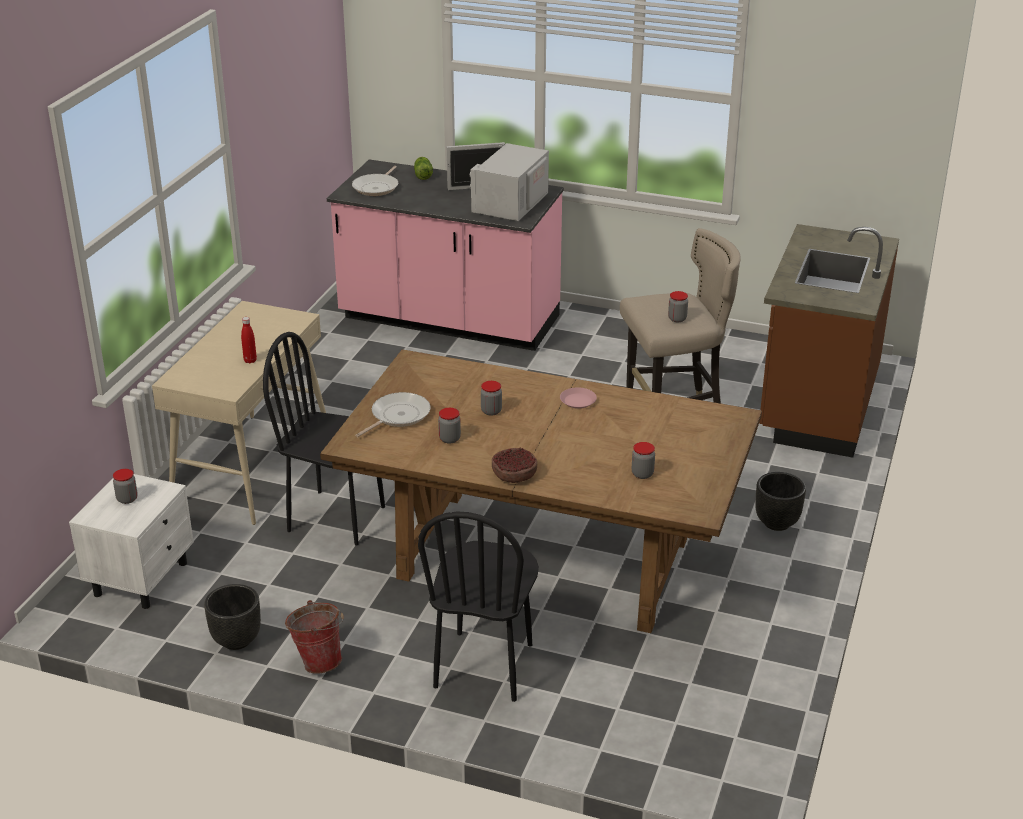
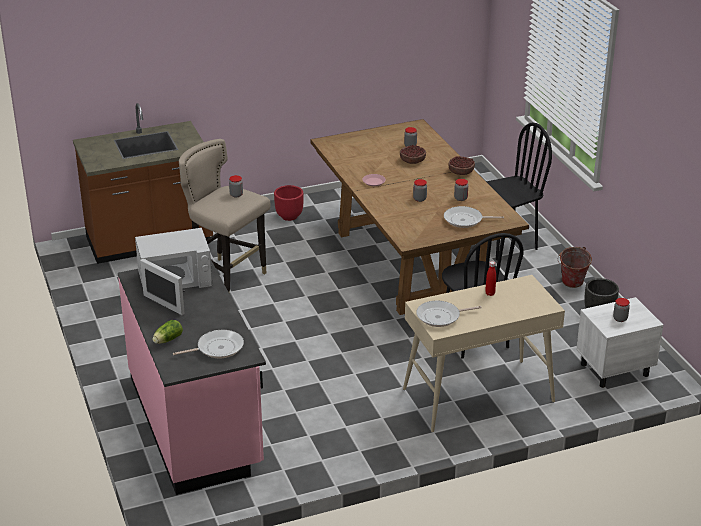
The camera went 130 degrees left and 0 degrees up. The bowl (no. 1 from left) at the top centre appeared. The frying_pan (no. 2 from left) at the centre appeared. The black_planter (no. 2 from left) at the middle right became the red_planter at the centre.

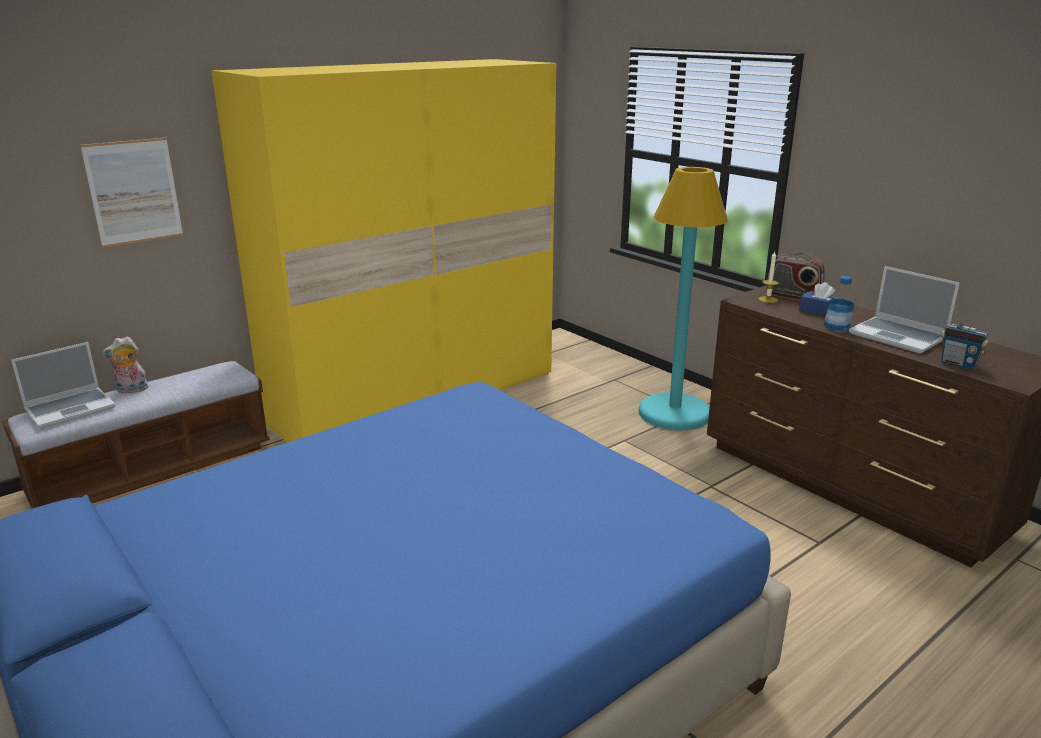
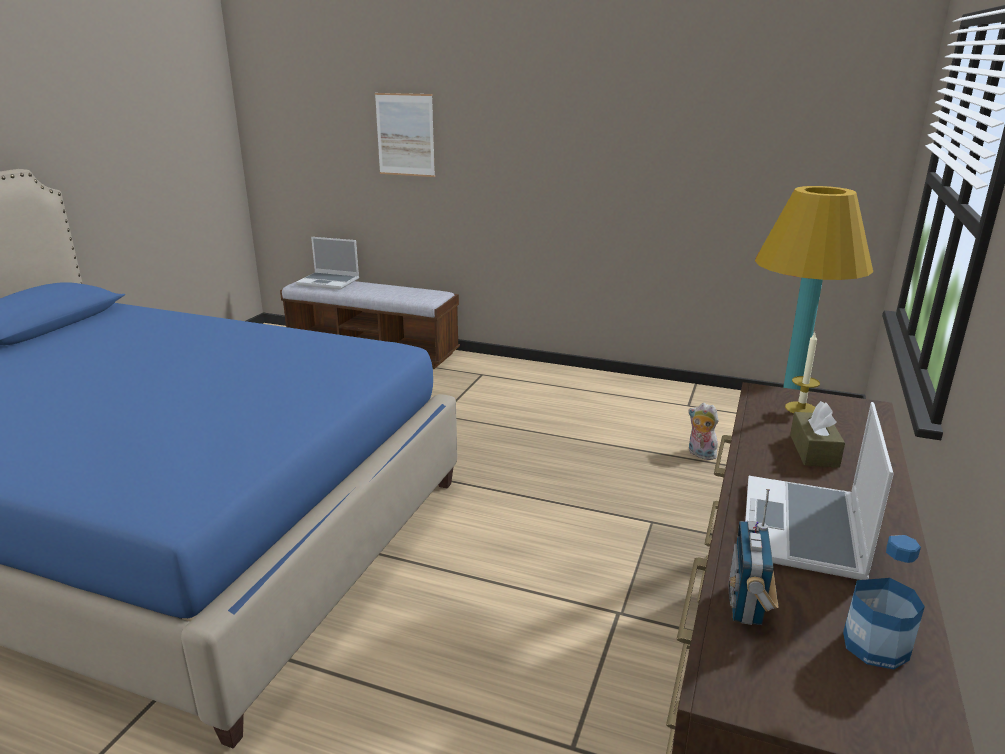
The camera went 60 degrees right and 0 degrees up. The yellow_wardrobe at the centre disappeared. The radio (no. 1 from left) at the middle right disappeared. The plush_toy moved from the middle left to the middle right. The bottle moved from the middle right to the bottom right. The blue_tissue_box at the middle right became the brown_tissue_box at the middle right.

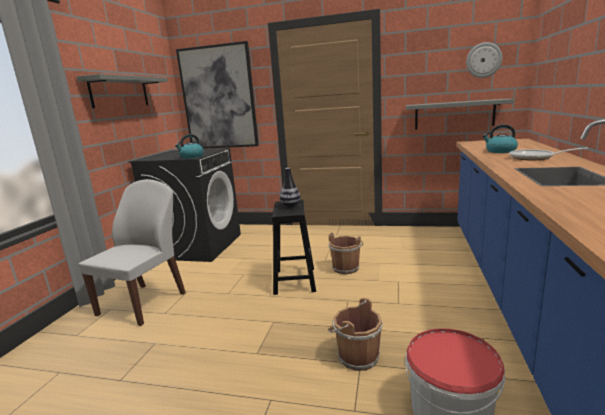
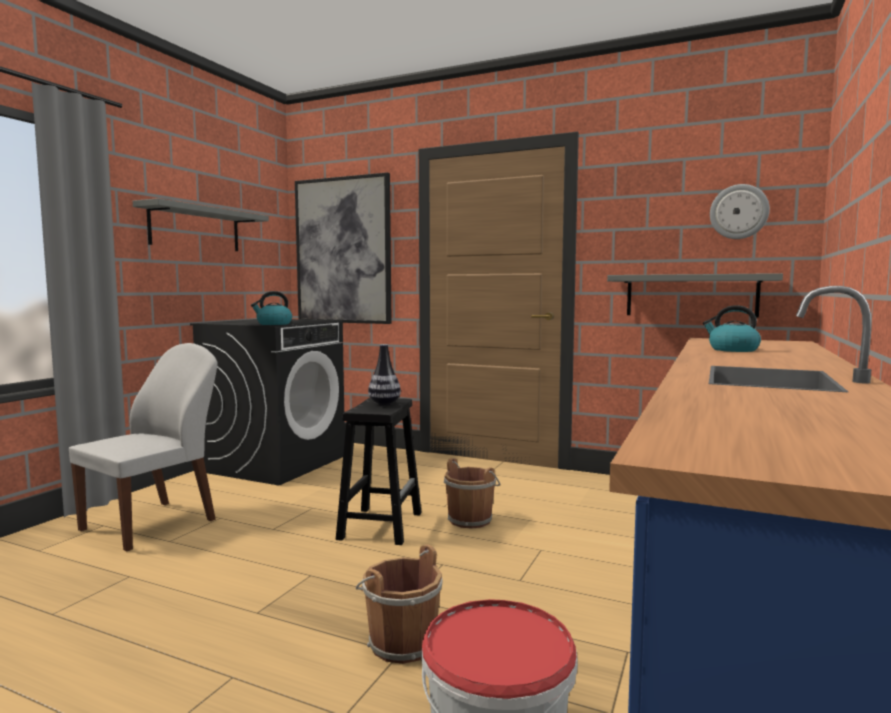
The camera went 10 degrees right and 10 degrees down. The frying_pan at the middle right disappeared.

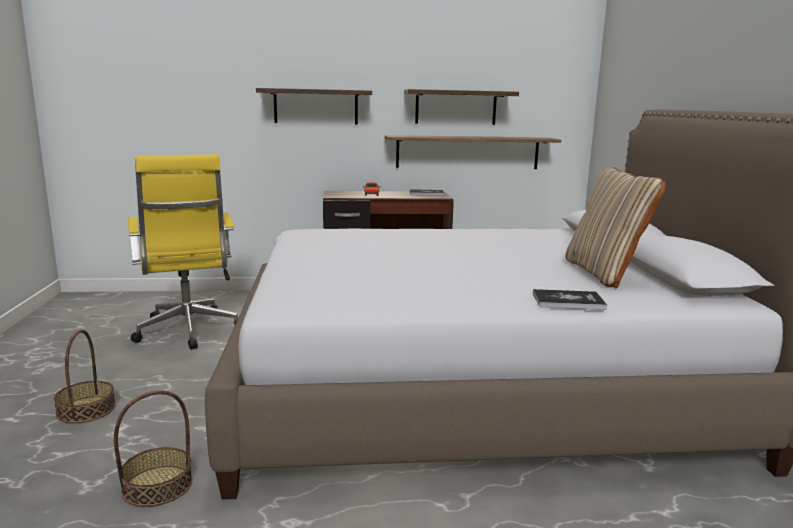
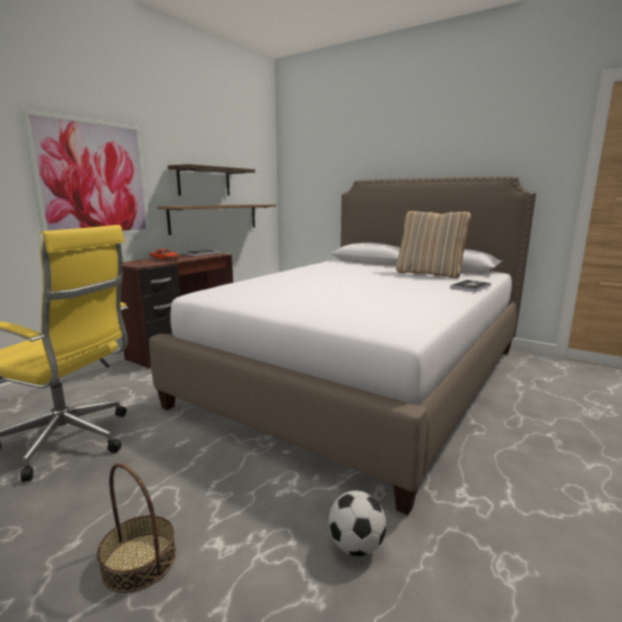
The camera went 50 degrees left and 0 degrees up. The basket (no. 2 from left) at the bottom left was replaced by the football at the bottom centre. The shelf (no. 1 from left) at the top centre was replaced by the picture at the top left.

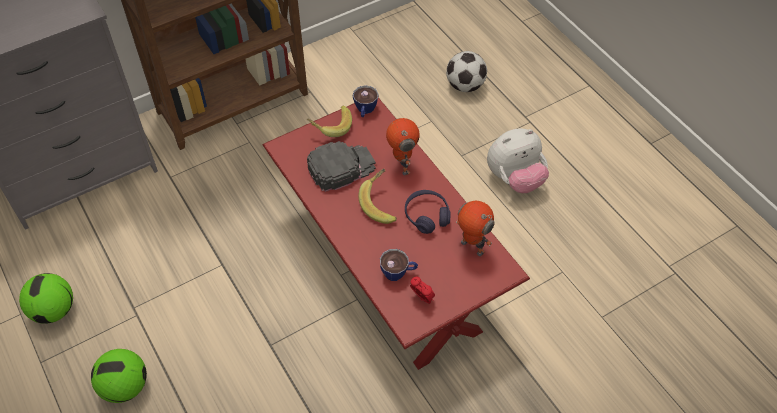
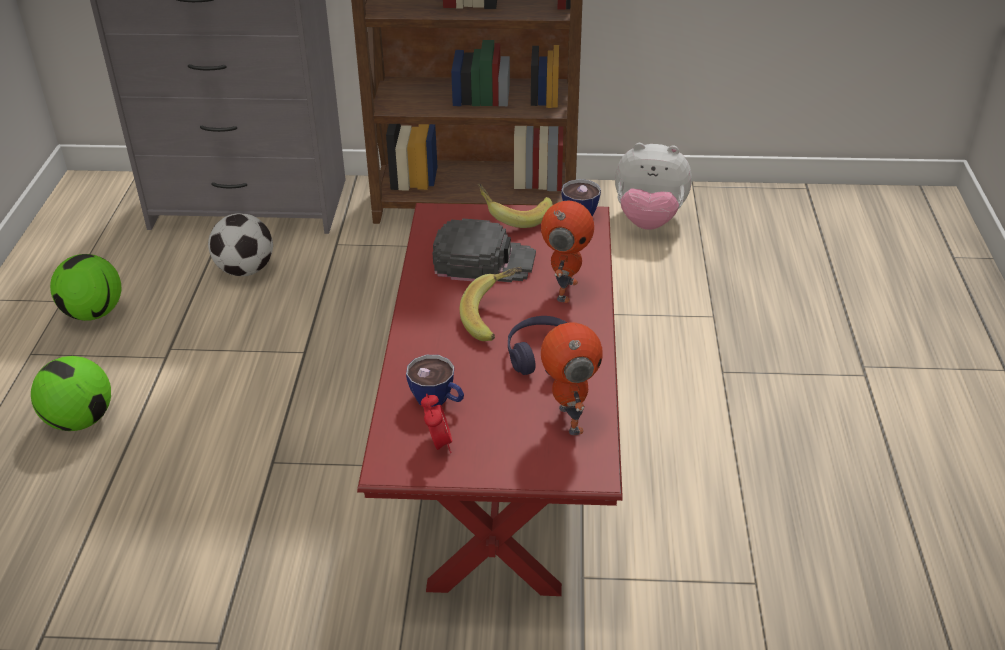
The camera went 35 degrees right and 15 degrees down. The football (no. 3 from left) moved from the top centre to the middle left. The plush_toy moved from the middle right to the top centre.

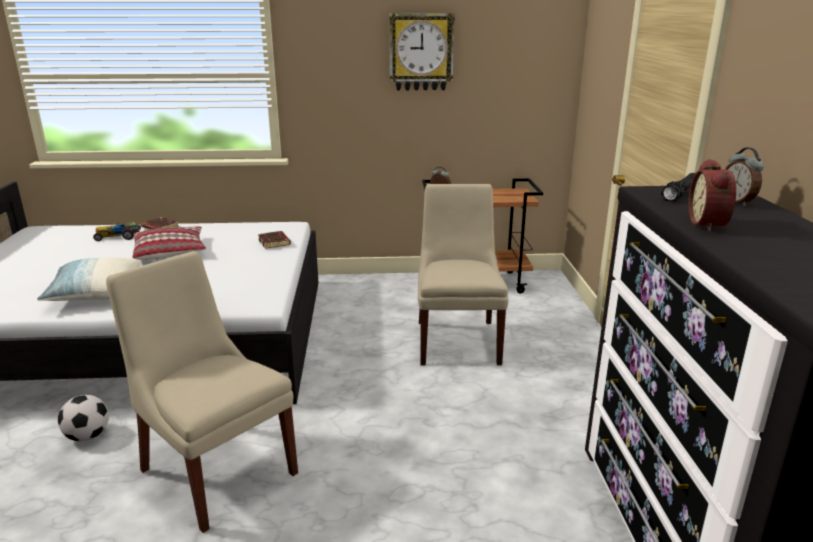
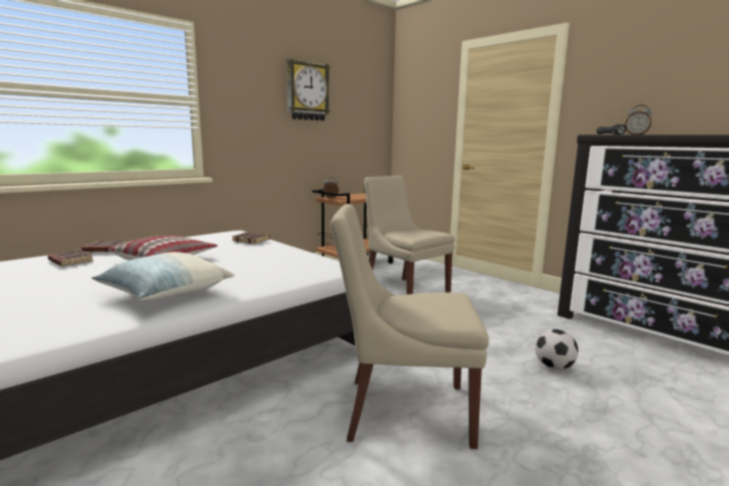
The camera went 40 degrees left and 10 degrees down. The alarm_clock (no. 2 from left) at the middle right disappeared. The football moved from the bottom left to the bottom right. The toy_car at the middle left was replaced by the brown_book (no. 1 from left) at the middle left.

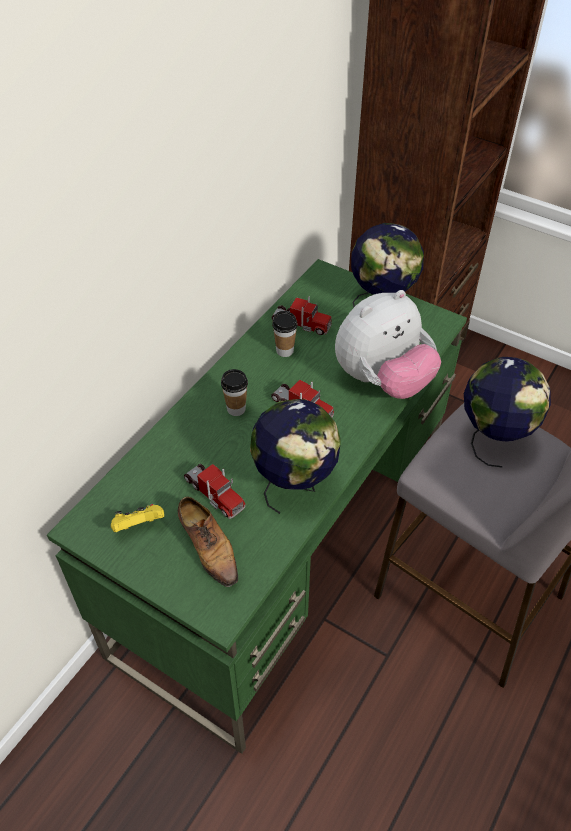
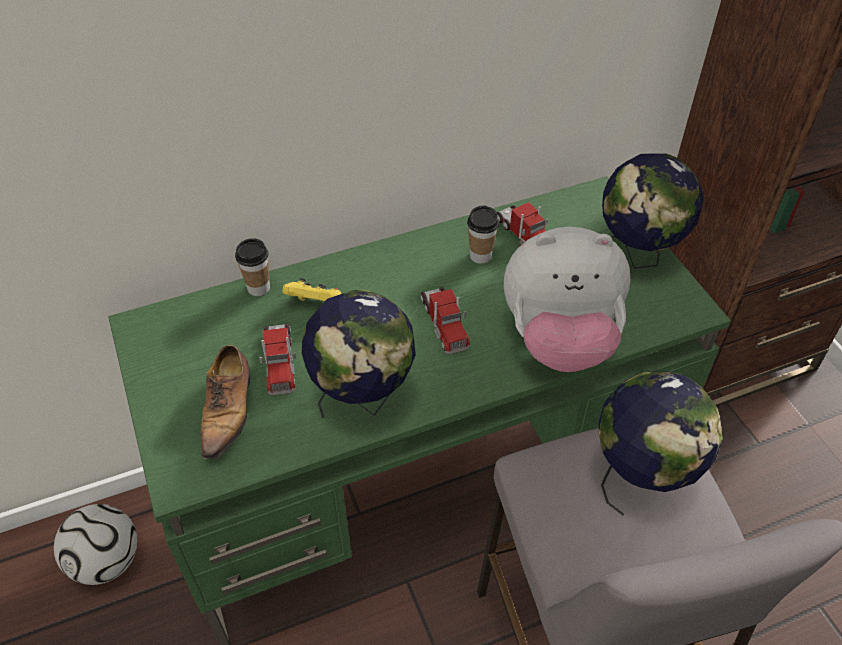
The camera went 35 degrees right and 0 degrees up. The football at the bottom left appeared. The yellow_game_controller moved from the middle left to the centre. The cup (no. 1 from left) moved from the centre to the middle left.

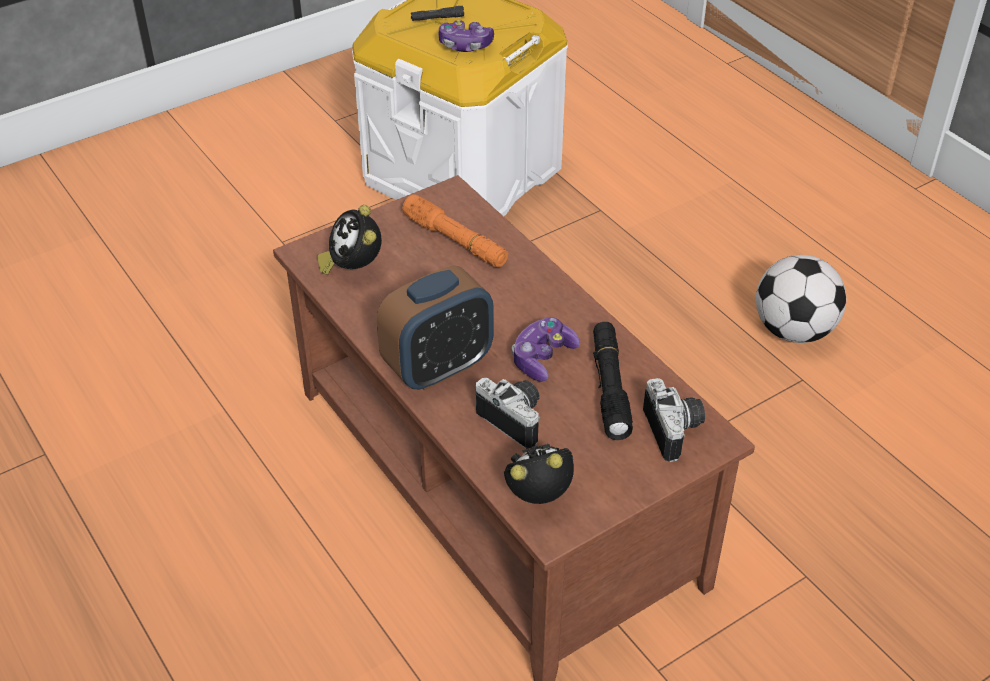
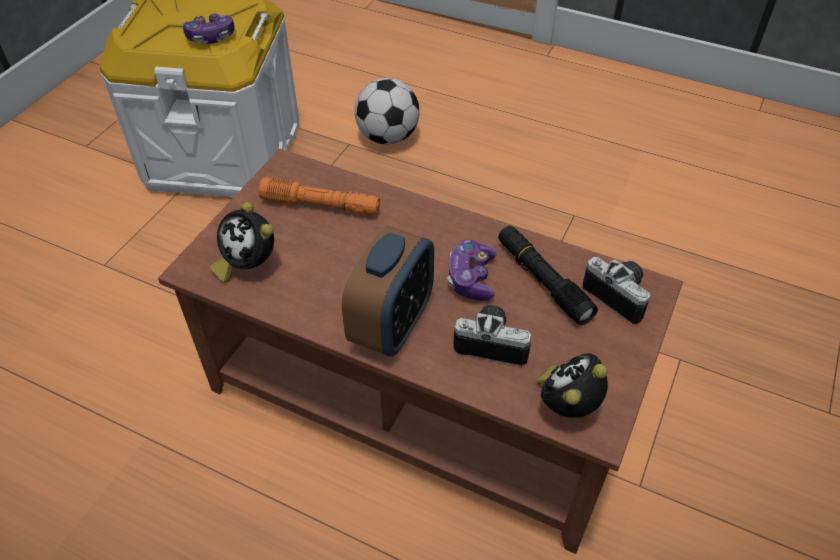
The camera went 30 degrees left and 5 degrees up. The black_flashlight (no. 1 from left) at the top centre disappeared. The football moved from the middle right to the top centre.

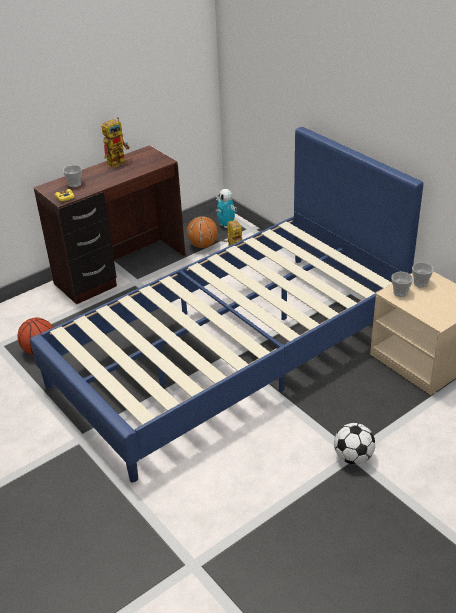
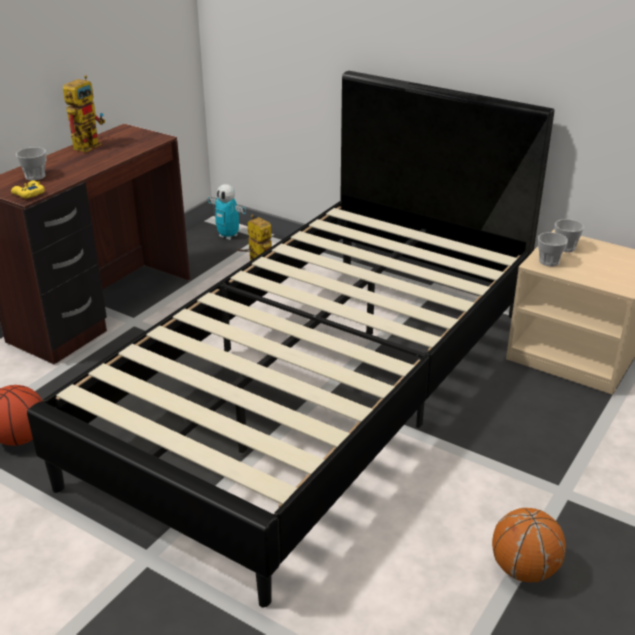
The camera went 20 degrees left and 5 degrees down. The football at the bottom right disappeared. The basketball (no. 2 from left) moved from the centre to the bottom right. The blue_bed at the centre became the black_bed at the centre.

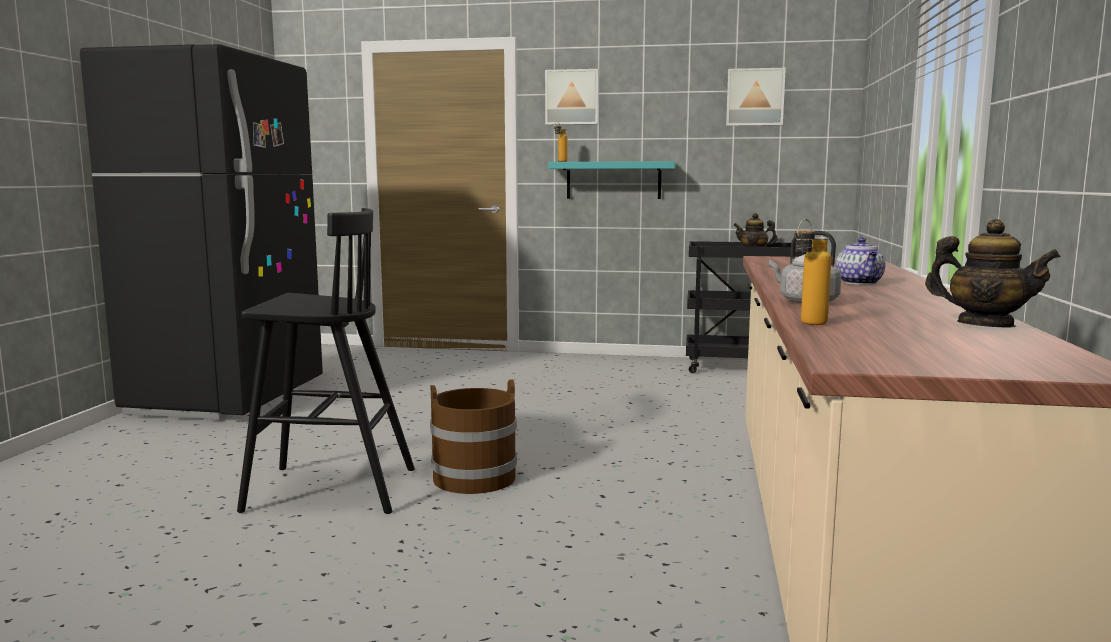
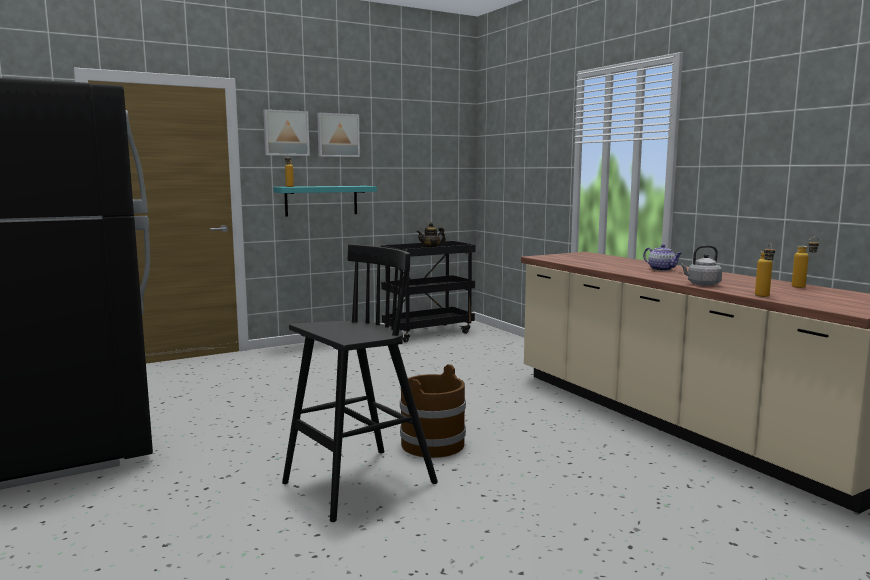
The camera went 40 degrees left and 0 degrees up. The picture (no. 2 from left) moved from the top right to the top centre. The teapot (no. 3 from left) at the middle right was replaced by the bottle (no. 3 from left) at the middle right.

